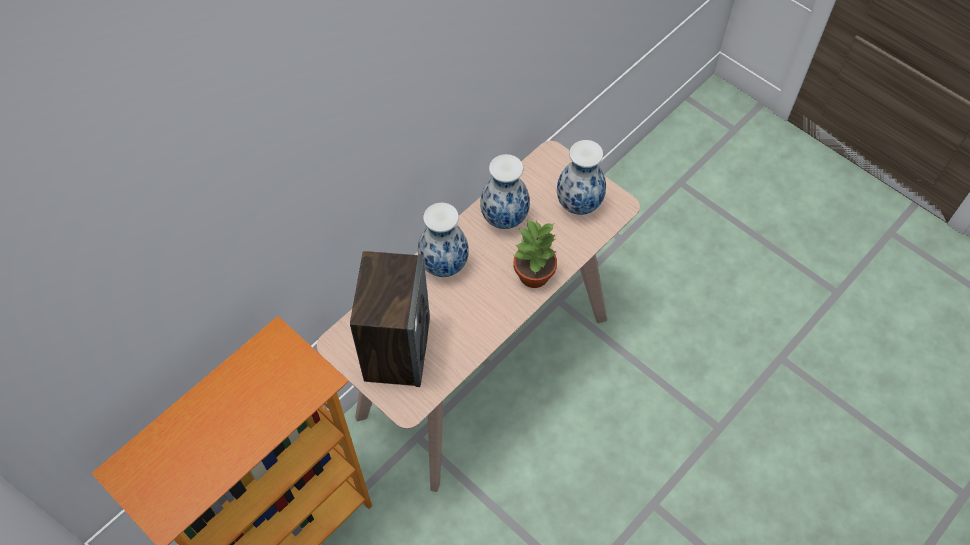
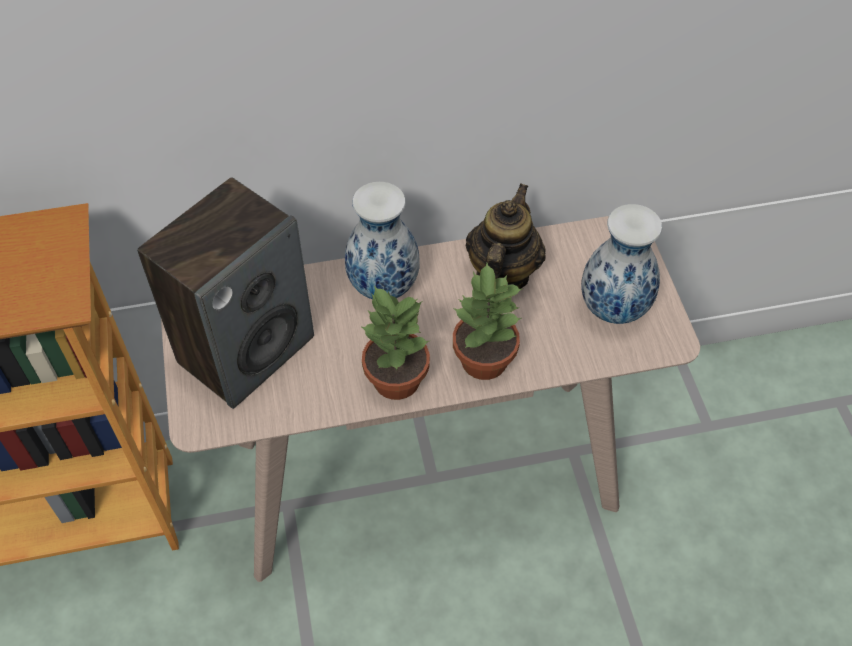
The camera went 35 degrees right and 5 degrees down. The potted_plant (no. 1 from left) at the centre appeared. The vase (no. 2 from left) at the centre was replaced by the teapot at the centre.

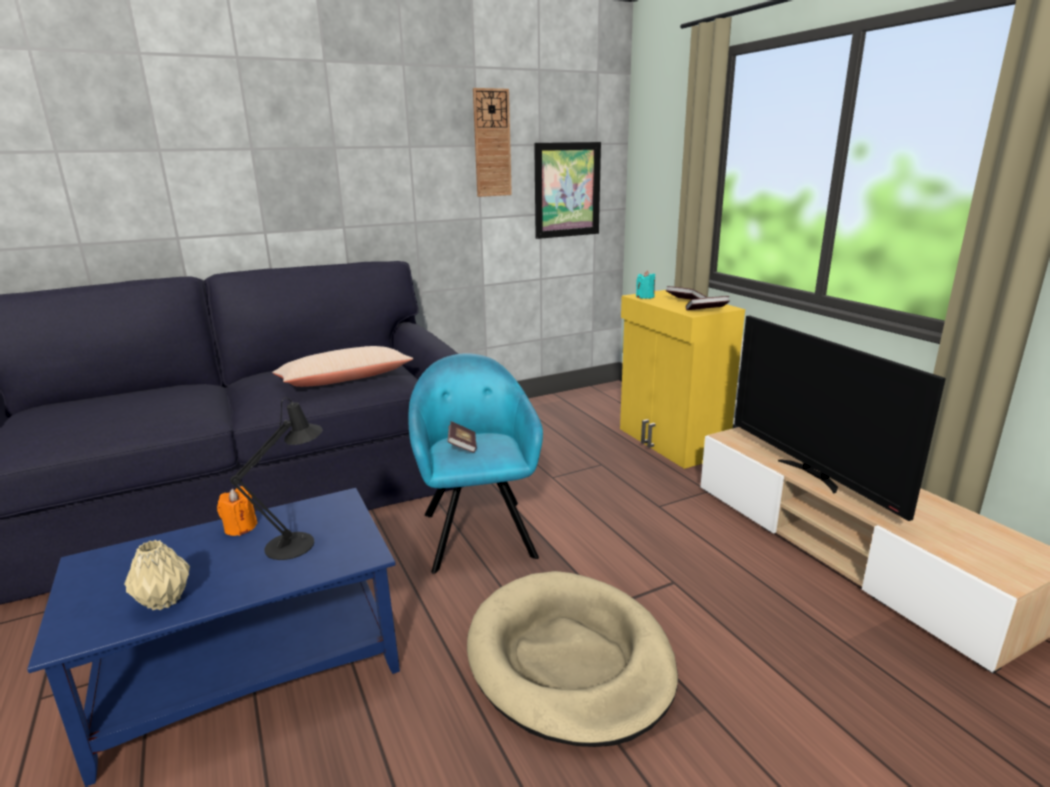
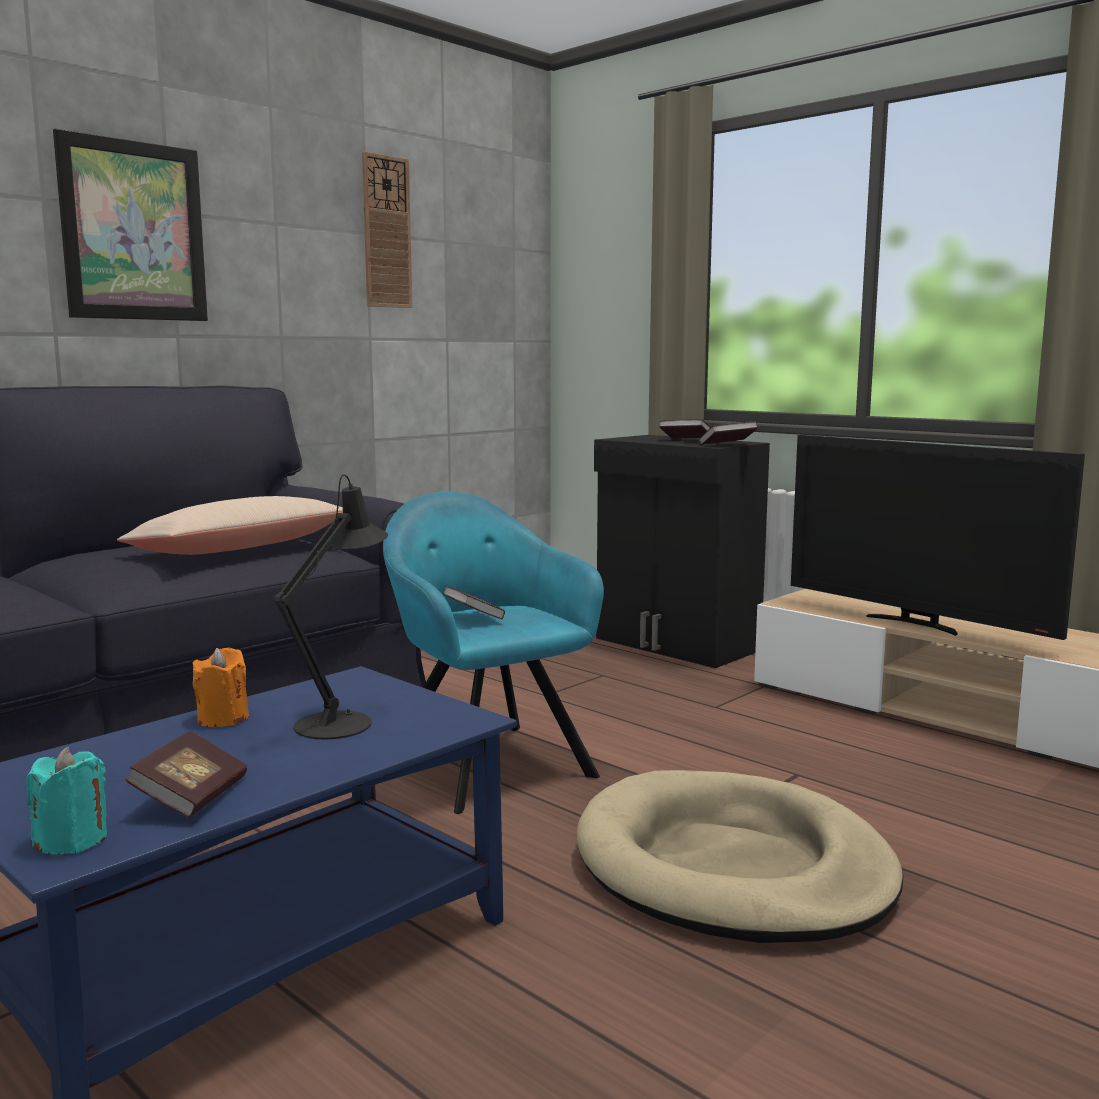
The camera went 20 degrees left and 10 degrees down. The picture moved from the top centre to the top left. The turquoise_candle moved from the centre to the bottom left. The beige_vase at the bottom left was replaced by the book (no. 1 from left) at the bottom left. The yellow_cabinet at the centre became the black_cabinet at the centre.

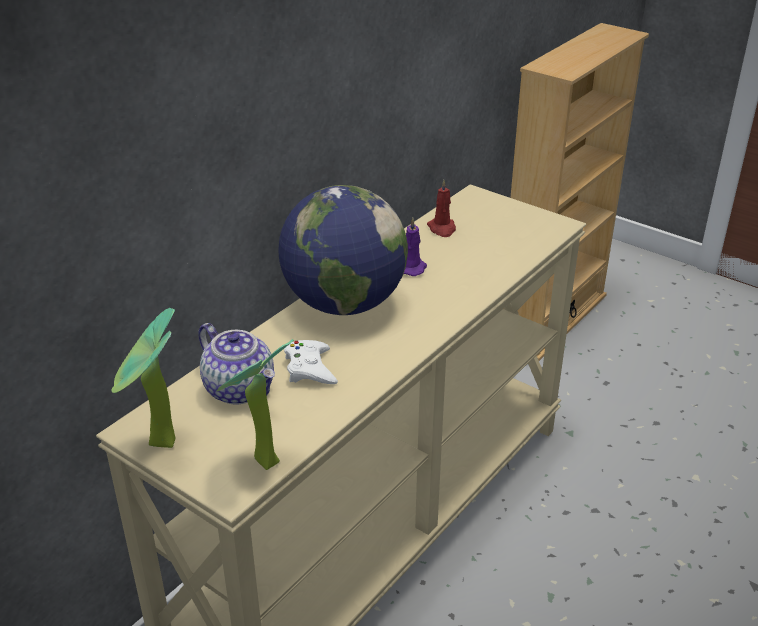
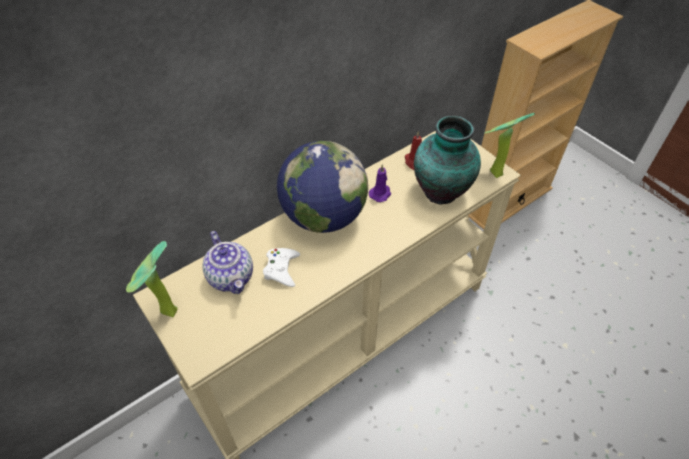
The camera went 15 degrees right and 15 degrees up. The vase at the centre appeared. The potted_plant (no. 2 from left) moved from the centre to the top right.

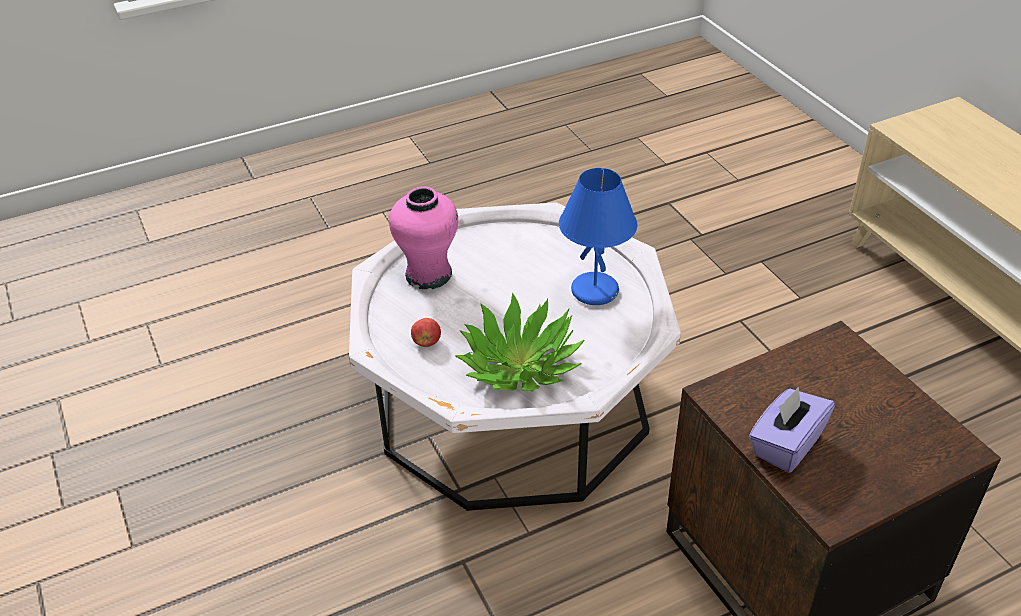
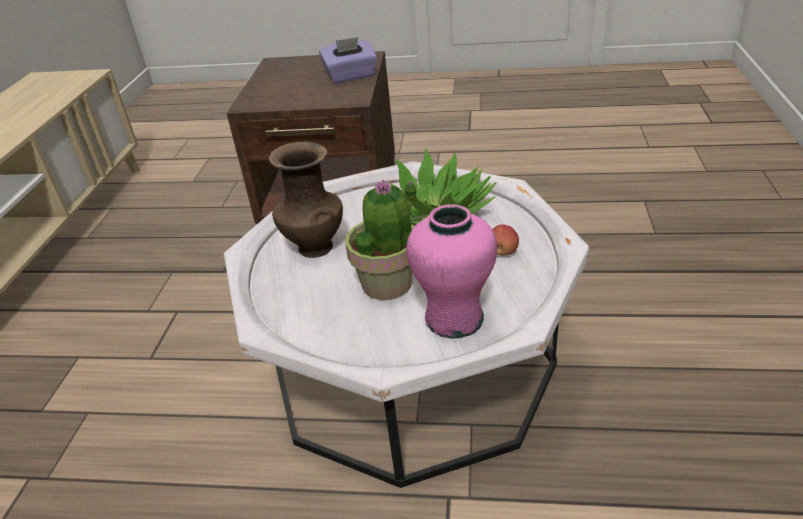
The camera went 145 degrees left and 5 degrees down. The potted_plant (no. 1 from left) at the centre appeared. The blue_table_lamp at the centre was replaced by the brown_vase at the centre.

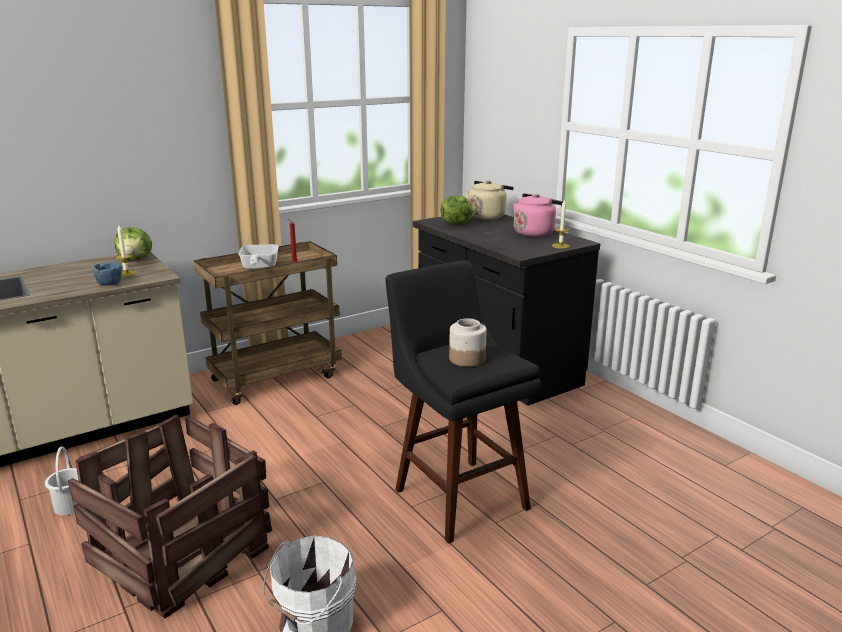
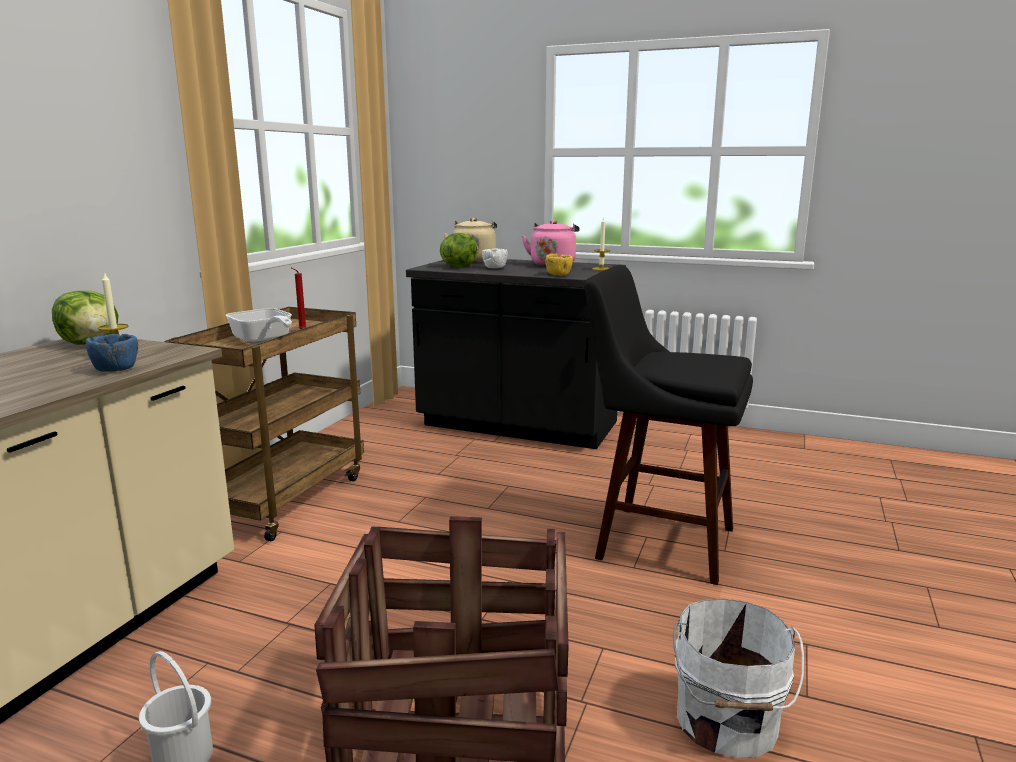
The camera went 35 degrees left and 5 degrees down. The jar at the centre disappeared. The white_bowl at the centre appeared. The yellow_bowl at the centre appeared.

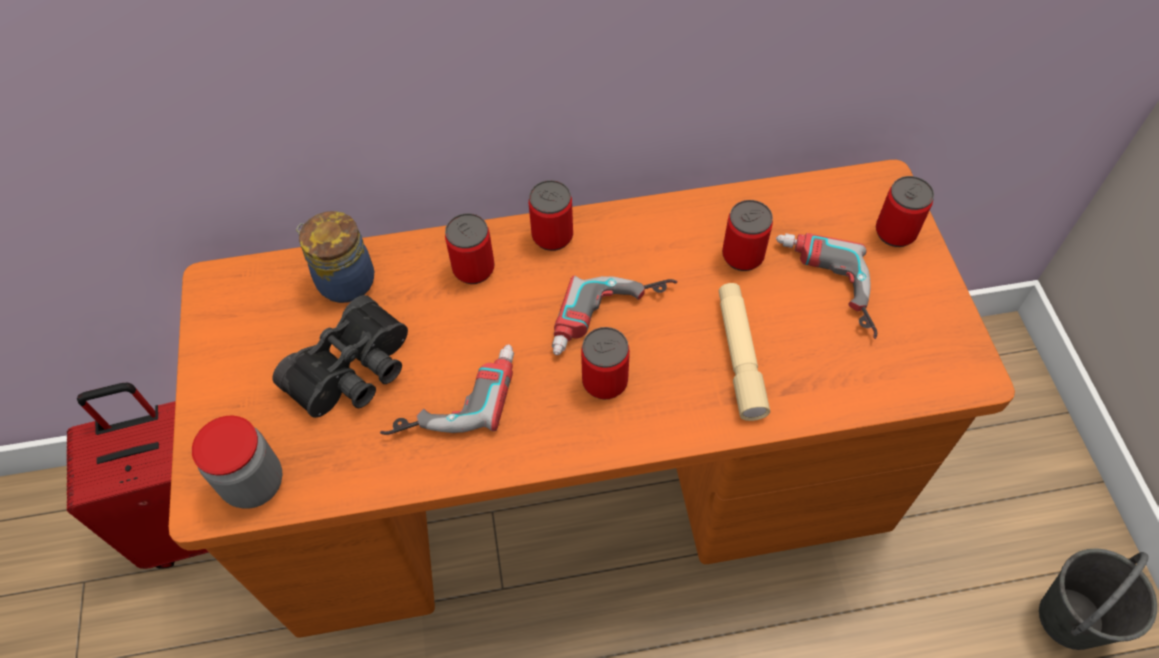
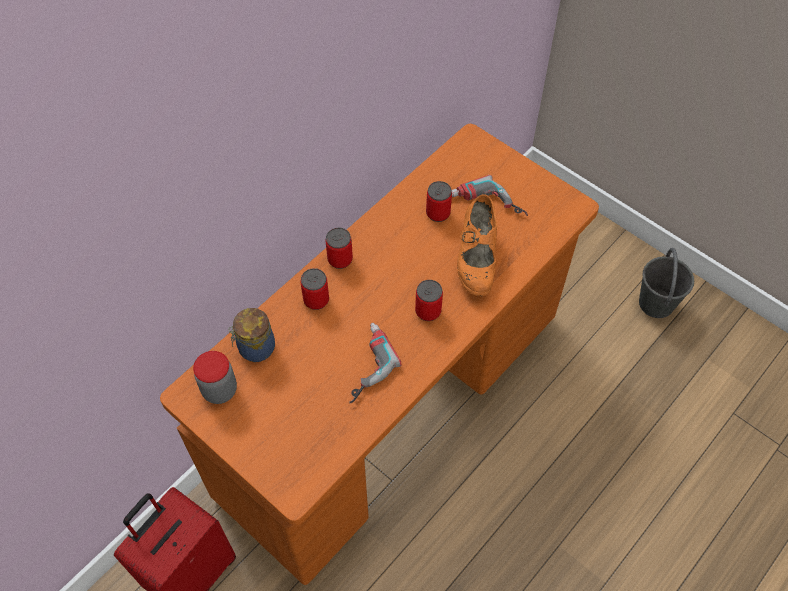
The camera went 40 degrees left and 0 degrees up. The black_binoculars at the middle left disappeared. The power_drill (no. 2 from left) at the centre disappeared. The can (no. 5 from left) at the top right disappeared. The jar (no. 1 from left) moved from the bottom left to the middle left. The beige_flashlight at the centre was replaced by the orange_shoe at the centre.

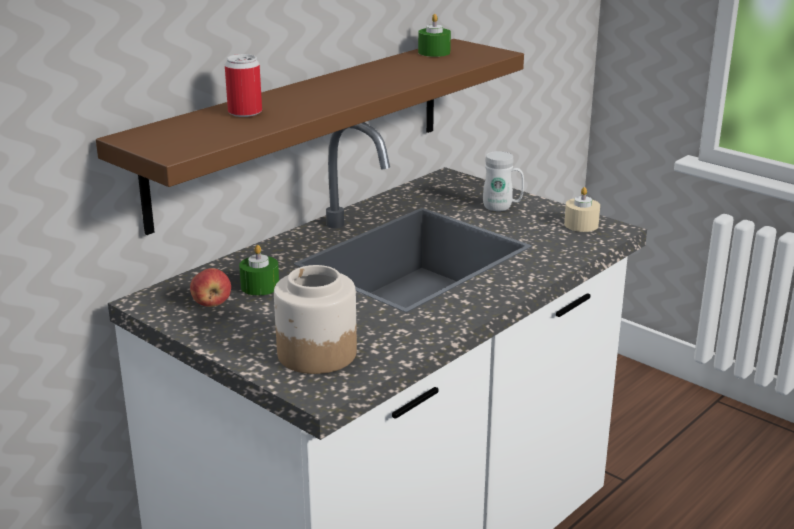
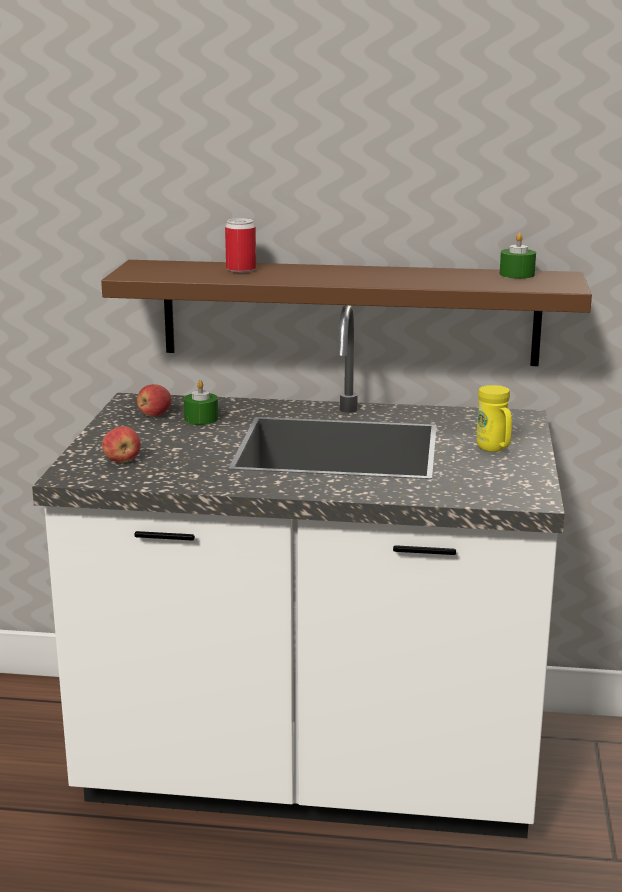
The camera went 55 degrees right and 5 degrees down. The beige_candle at the middle right disappeared. The jar at the centre was replaced by the apple (no. 1 from left) at the middle left. The white_mug at the centre became the yellow_mug at the middle right.

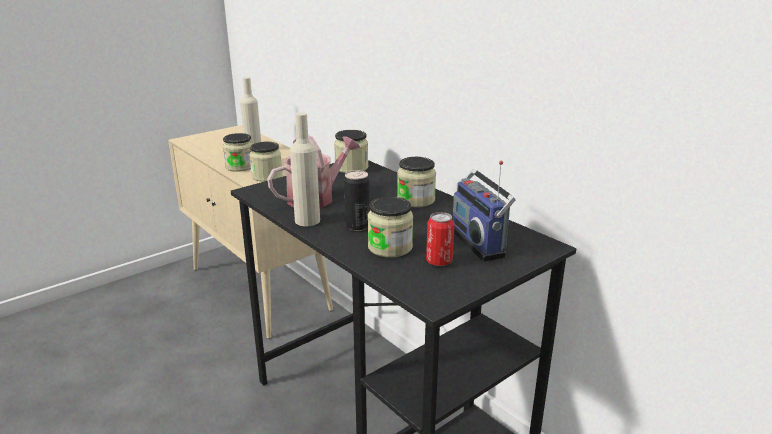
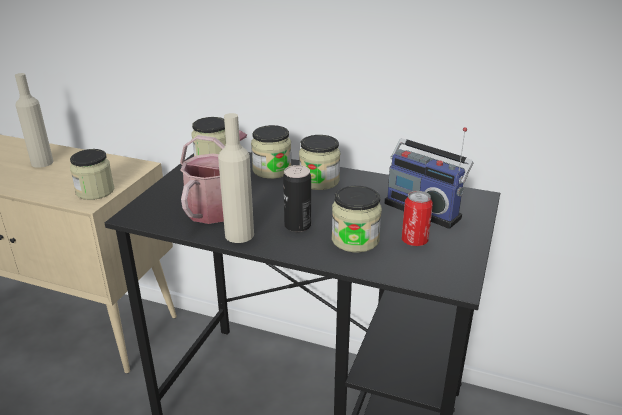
The camera went 30 degrees left and 5 degrees up. The jar (no. 1 from left in the first image) moved from the middle left to the centre.

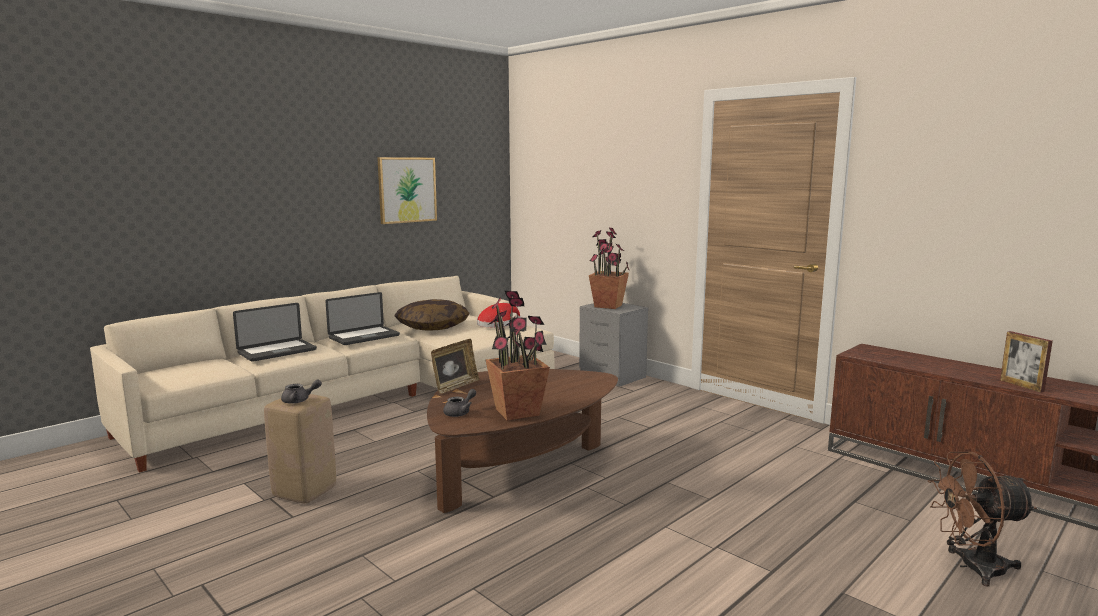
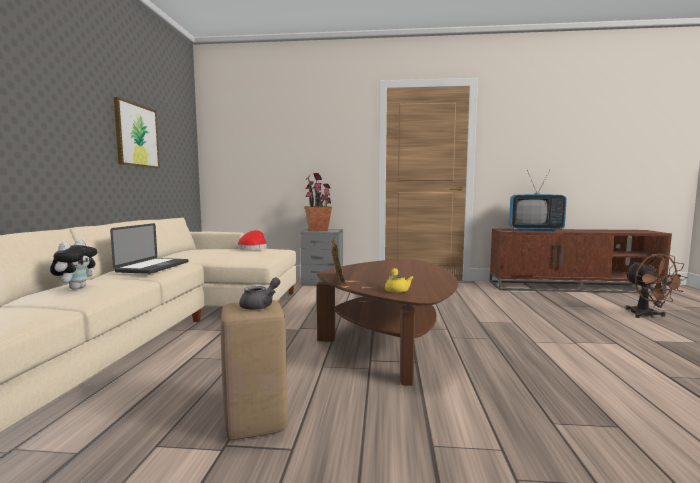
The camera went 40 degrees left and 5 degrees down. The pillow at the centre disappeared. The potted_plant (no. 1 from left) at the centre disappeared. The picture_frame (no. 2 from left) at the middle right disappeared. The television at the middle right appeared. The laptop (no. 1 from left) at the middle left was replaced by the plush_toy at the middle left. The grey_teapot (no. 2 from left) at the centre became the yellow_teapot at the centre. The brown_fan at the bottom right turned 60 degrees counterclockwise.

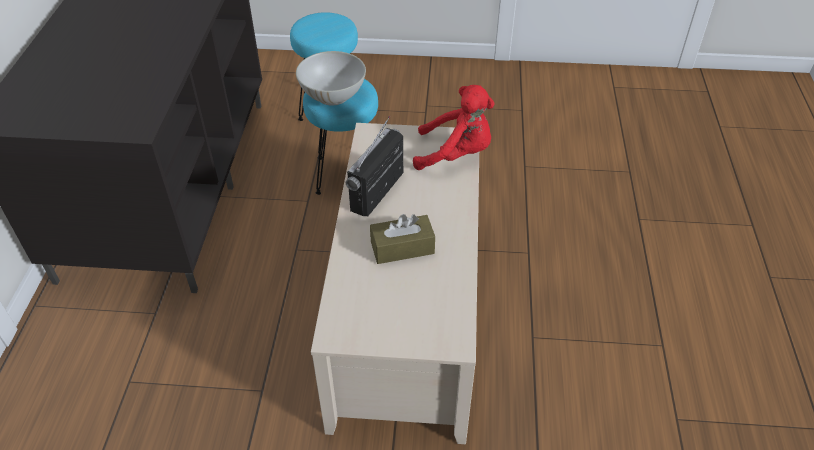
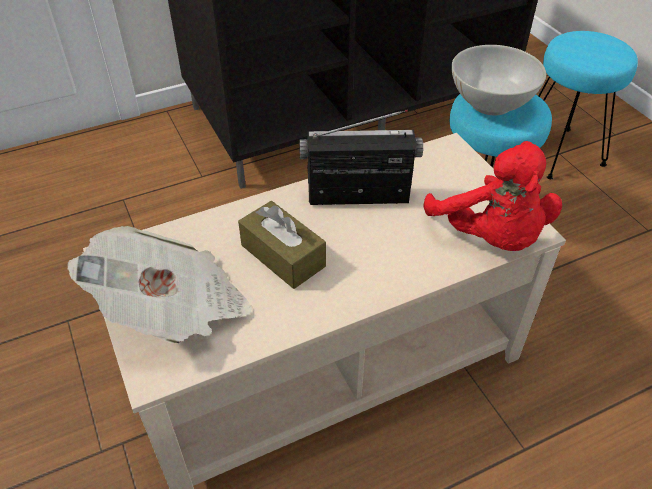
The camera went 60 degrees right and 0 degrees up. The newspaper at the middle left appeared.

